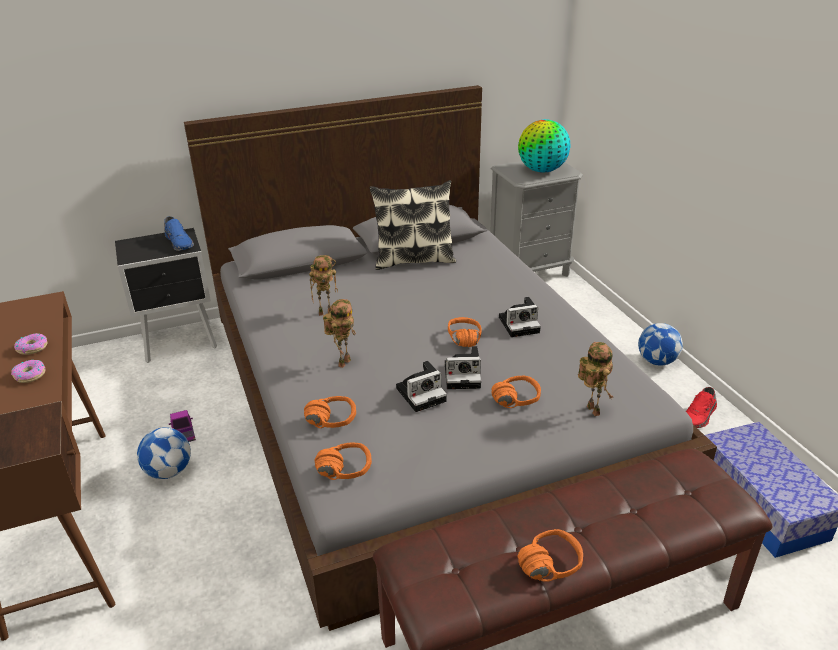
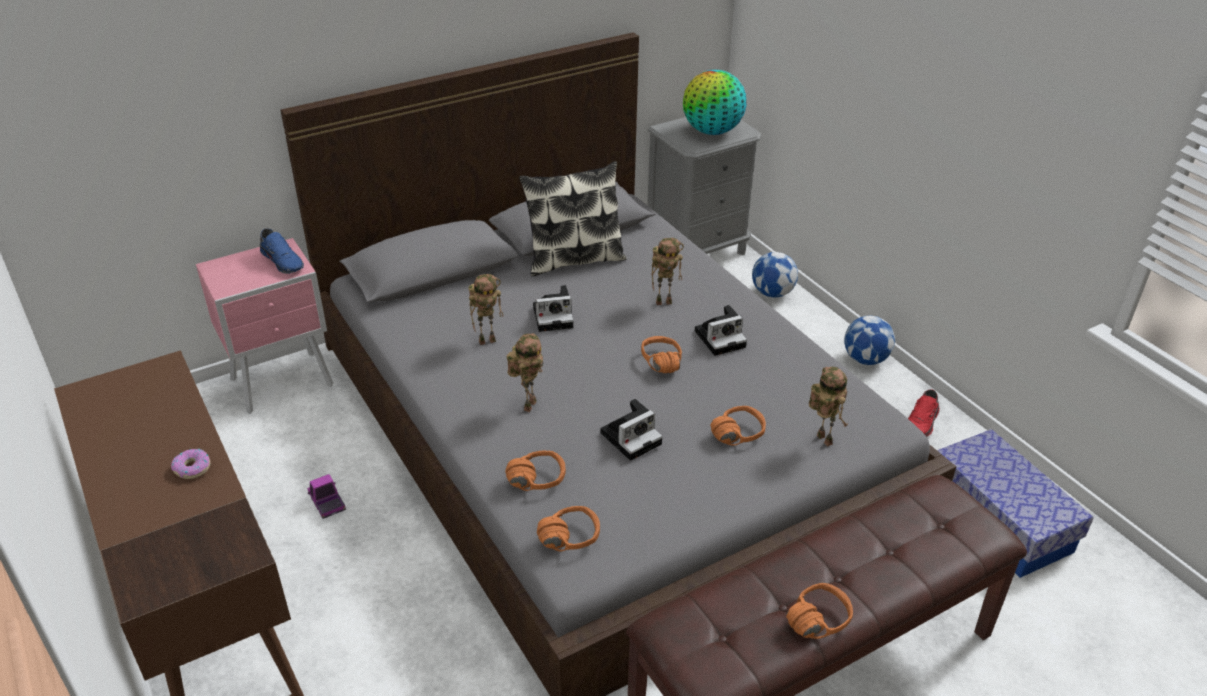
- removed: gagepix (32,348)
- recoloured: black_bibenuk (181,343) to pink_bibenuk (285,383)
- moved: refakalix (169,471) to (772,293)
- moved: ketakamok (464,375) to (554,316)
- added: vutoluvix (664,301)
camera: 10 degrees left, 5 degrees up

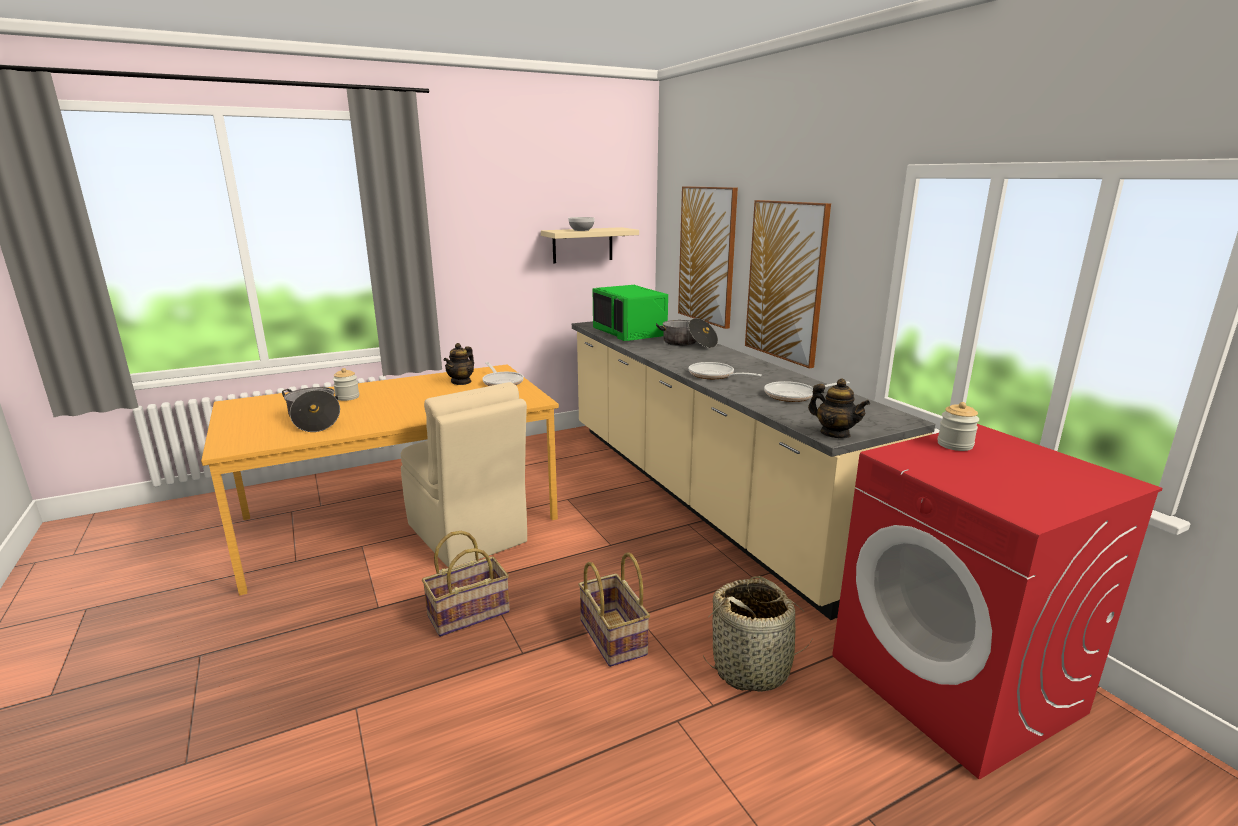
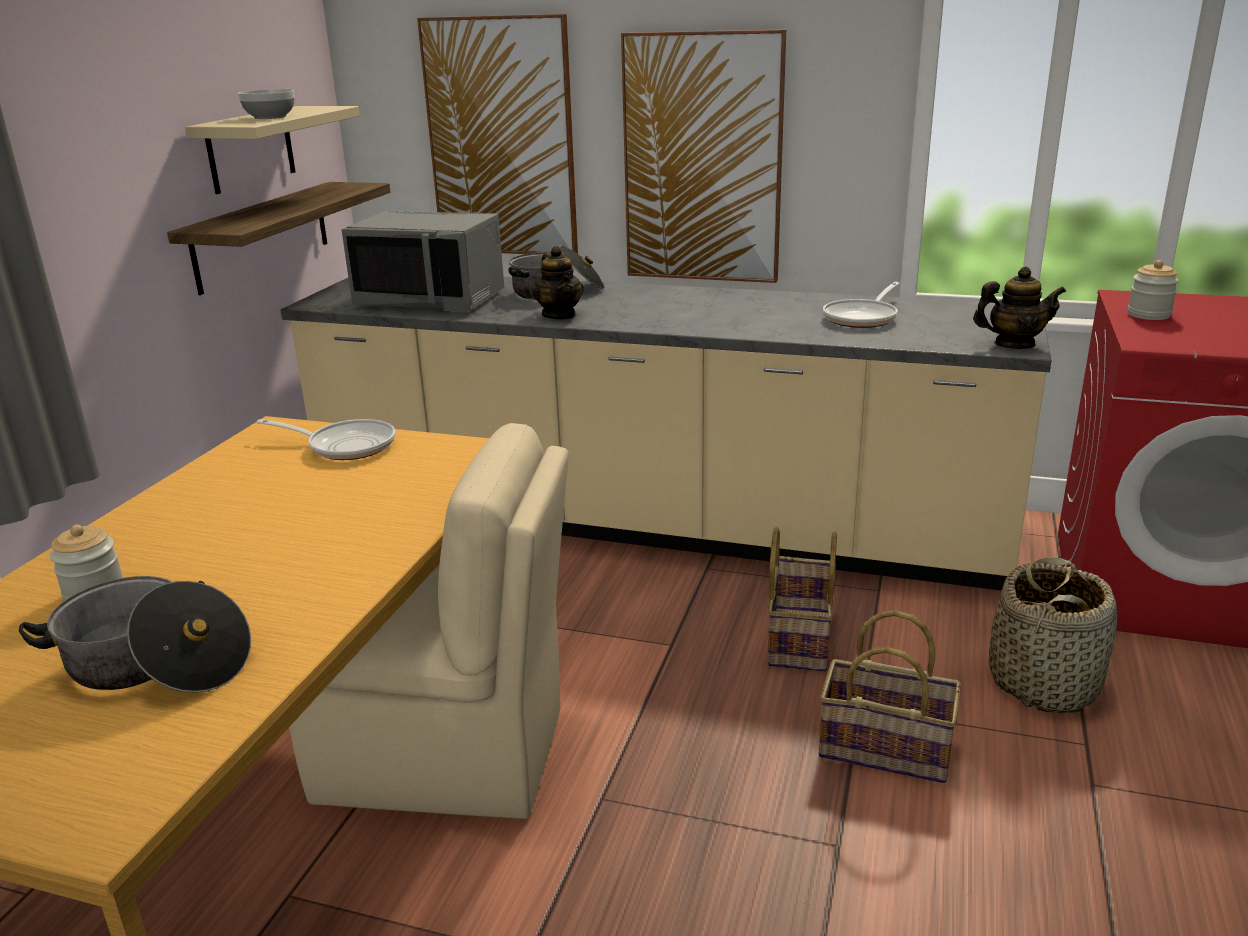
- moved: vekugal (468,613) to (798,638)
- moved: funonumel (461,382) to (559,315)
- recoloured: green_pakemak (630,333) to grey_pakemak (432,299)
- removed: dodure (714,375)
- added: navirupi (262,235)
camera: 45 degrees left, 5 degrees up

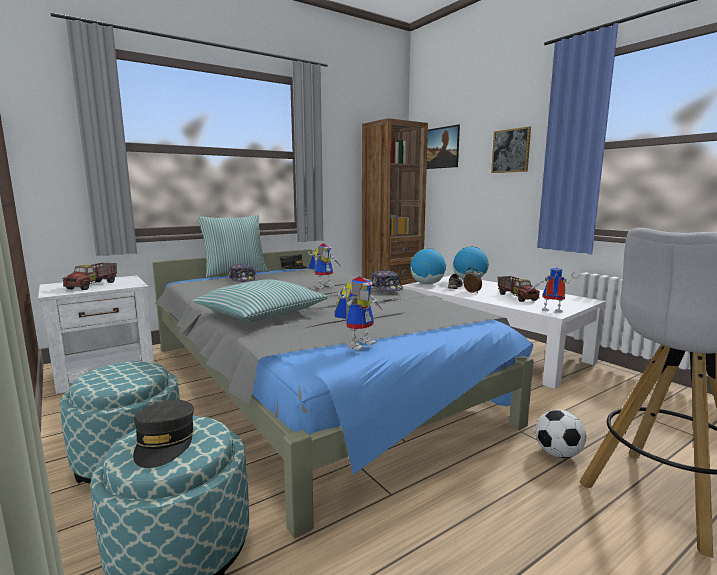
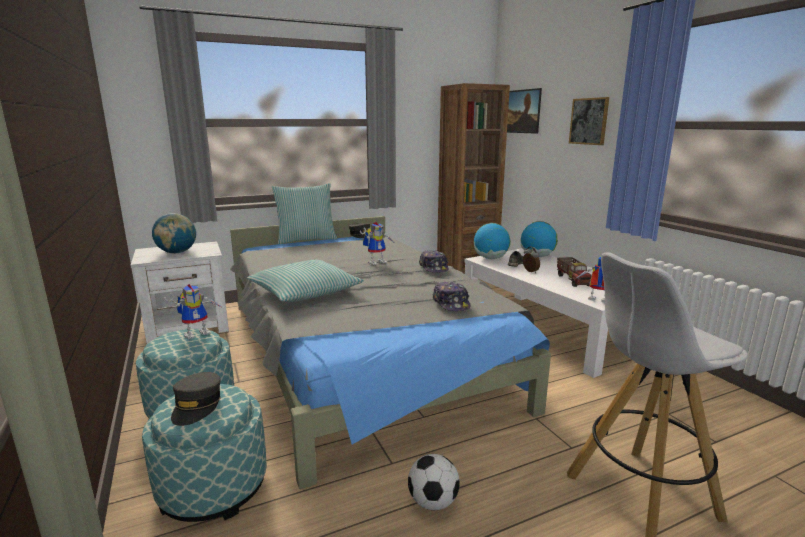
- replaced: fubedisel (93,285) to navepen (177,252)
- moved: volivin (242,279) to (451,303)
- moved: vutoluvix (359,343) to (198,332)
- moved: refakalix (558,454) to (433,502)
camera: 10 degrees right, 5 degrees up

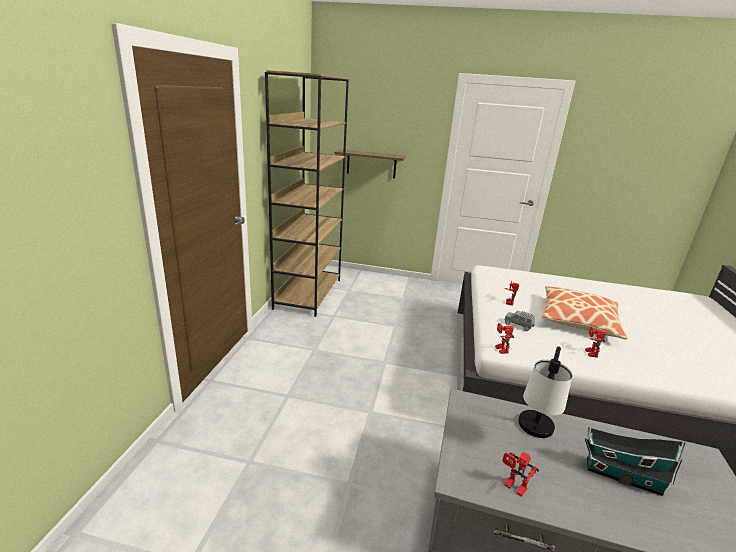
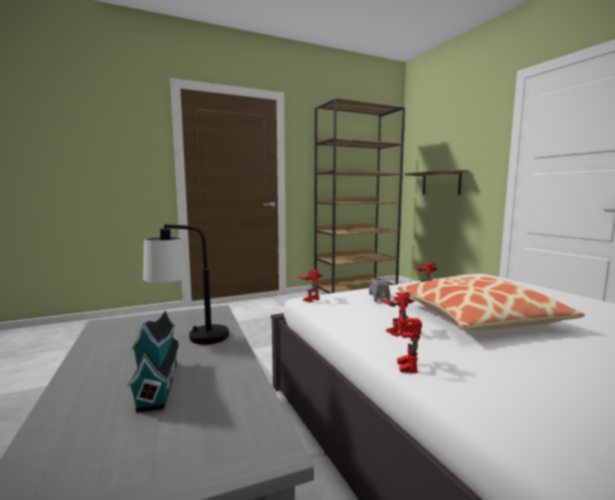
- moved: vutoluvix (512,487) to (403,365)
camera: 55 degrees right, 15 degrees down

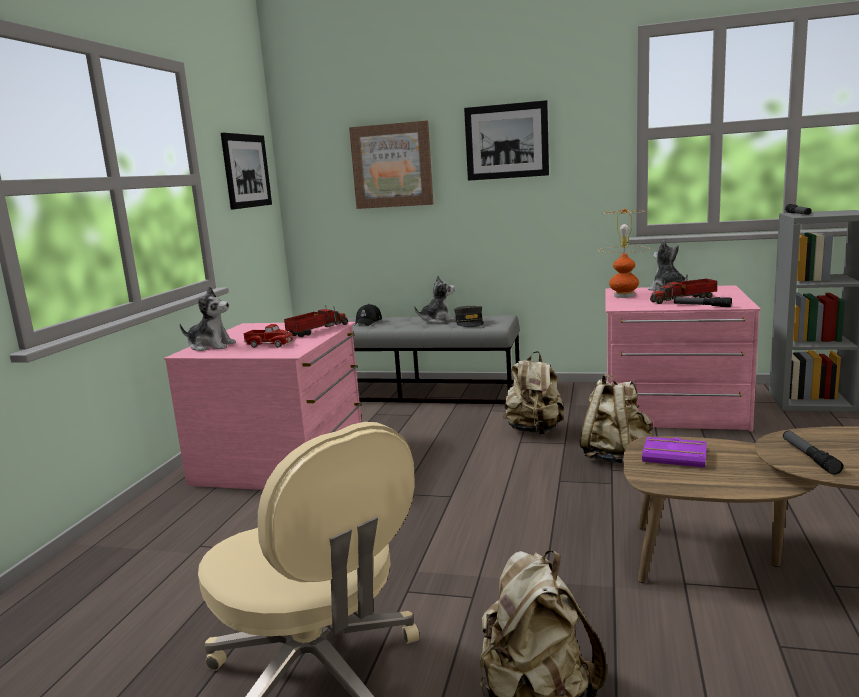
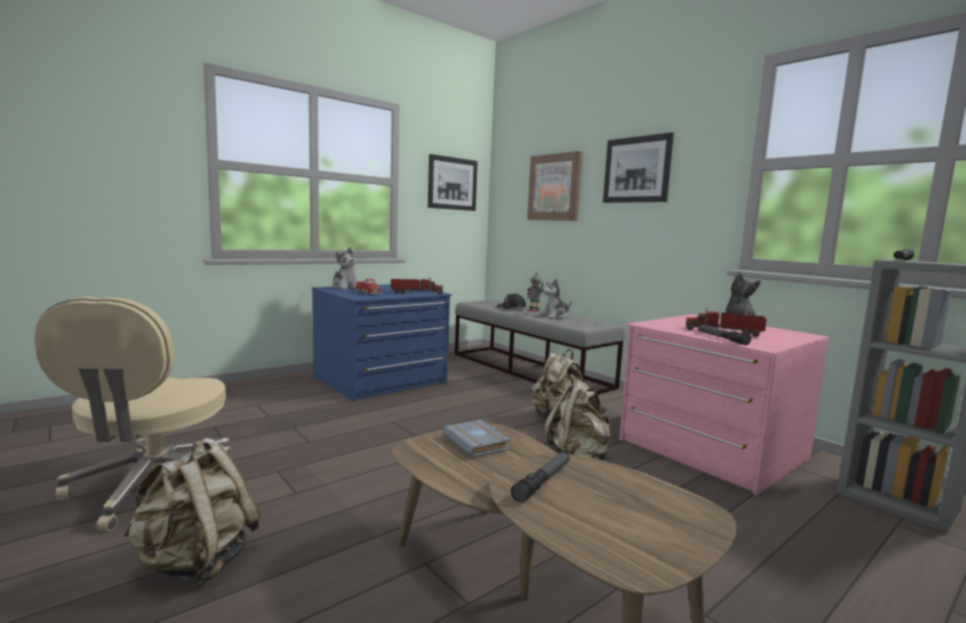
- recoloured: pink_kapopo (283,458) to blue_kapopo (381,380)
- turned: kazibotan (437,320) = (555,316) 135 degrees clockwise
- removed: grey_volivin (470,323)
- removed: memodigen (624,296)
- recoloured: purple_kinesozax (676,456) to grey_kinesozax (478,443)
- added: vutoluvix (533,311)
camera: 35 degrees right, 5 degrees down

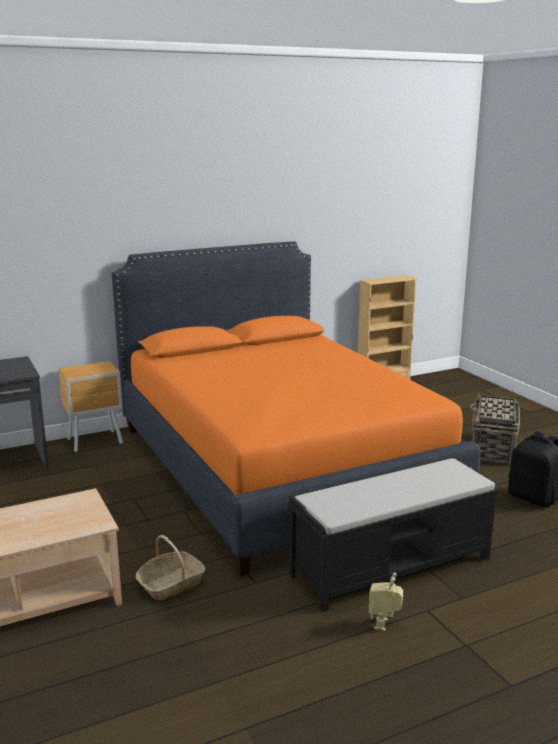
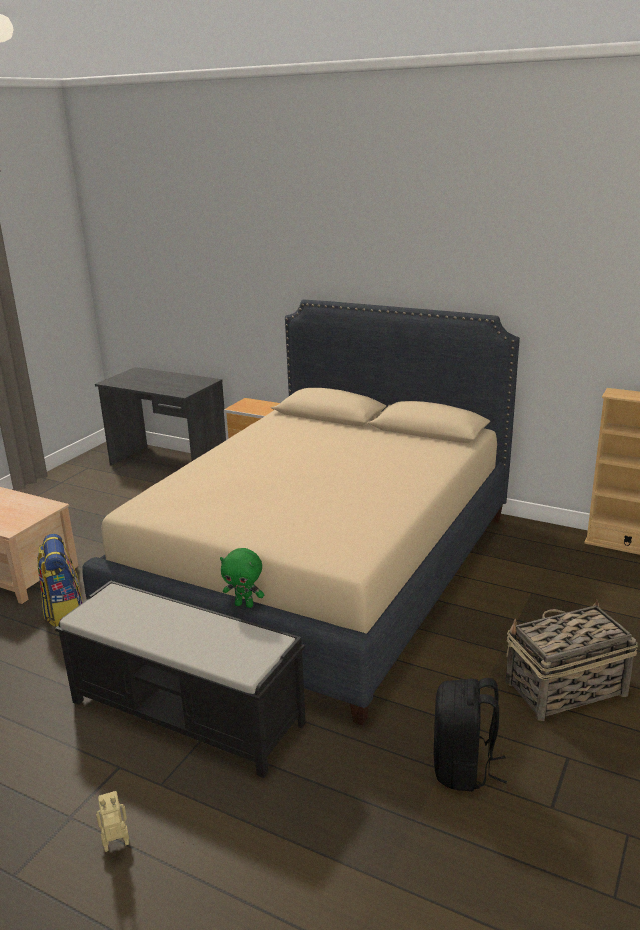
- recoloured: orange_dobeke (279,466) to beige_dobeke (324,570)
- replaced: vekugal (171,584) to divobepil (64,611)
- moved: vutoluvix (384,624) to (116,846)
- added: green_kazibotan (244,605)
camera: 55 degrees right, 5 degrees up

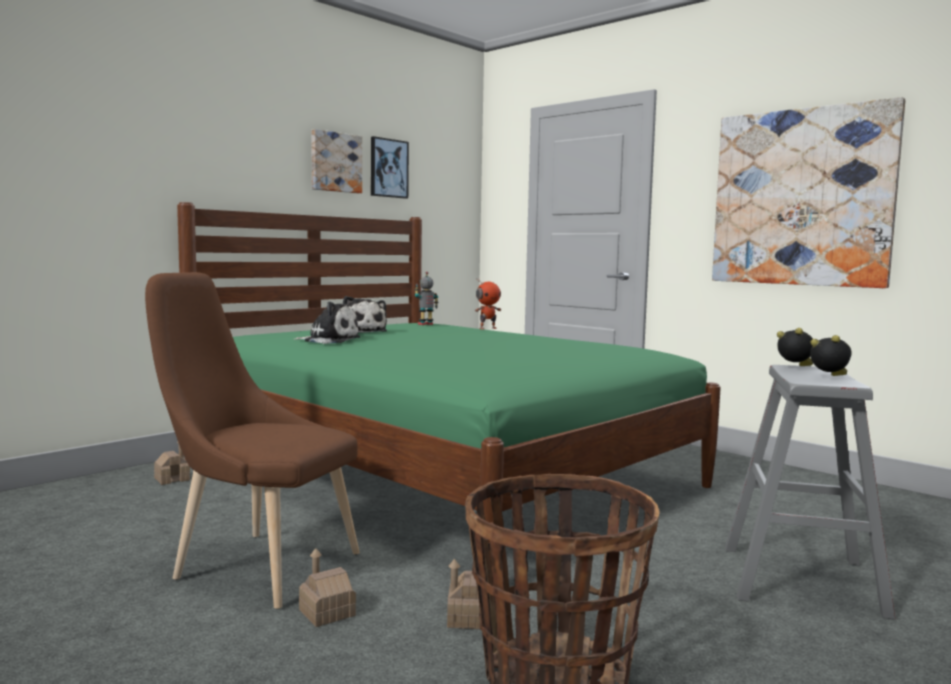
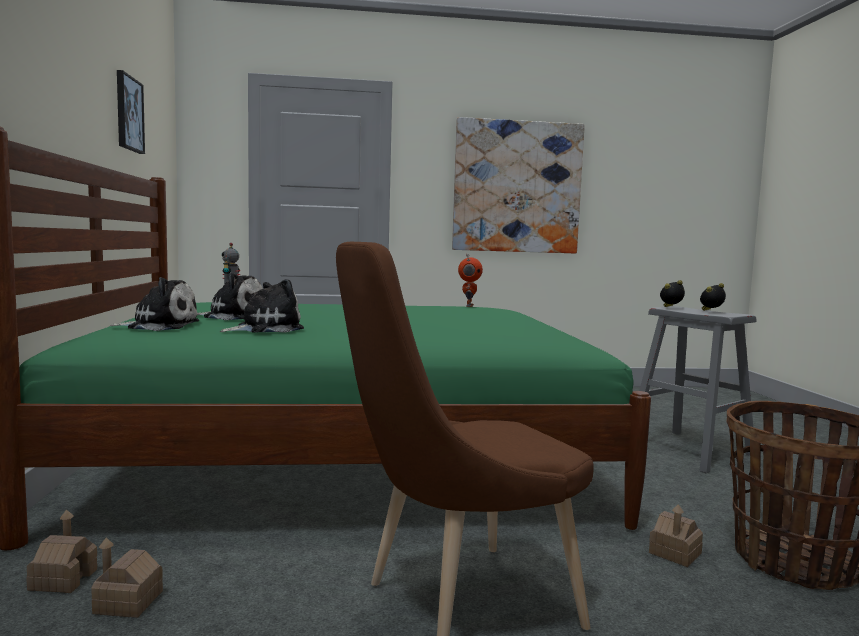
- moved: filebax (327,612) to (128,602)
- removed: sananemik (335,162)
- moved: vutoluvix (487,328) to (468,305)
- added: kazibotan (160,326)
camera: 50 degrees left, 0 degrees up

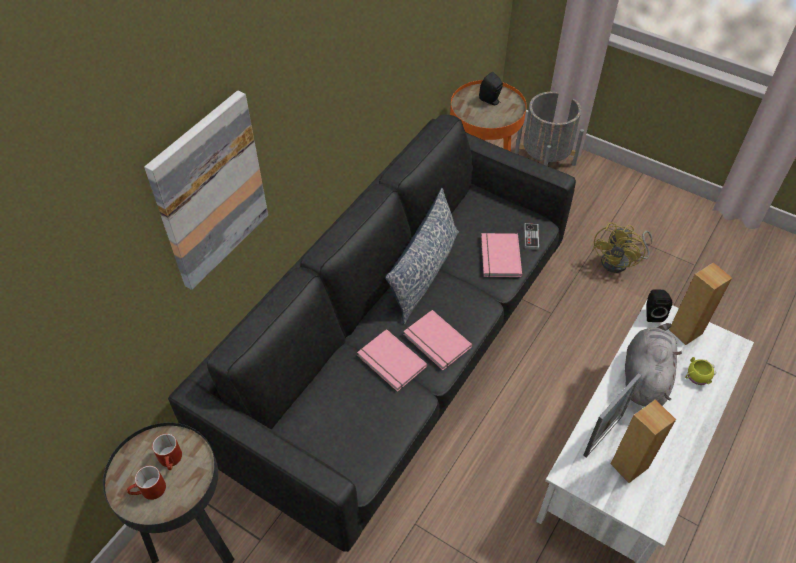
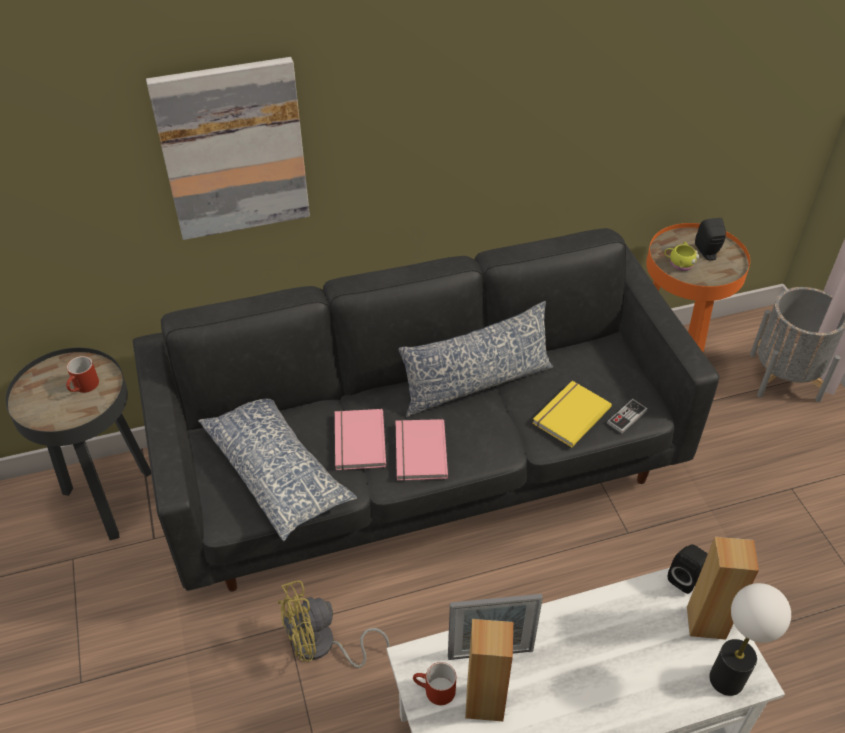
- moved: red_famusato (149,491) to (434,691)
- recoloured: pink_kinesozax (499,257) to yellow_kinesozax (569,415)
- moved: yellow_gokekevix (620,262) to (322,646)
- removed: grey_kazibotan (645,377)
- moved: yellow_famusato (696,377) to (679,264)
- added: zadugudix (277,471)
- added: memodigen (727,680)
camera: 40 degrees right, 5 degrees down

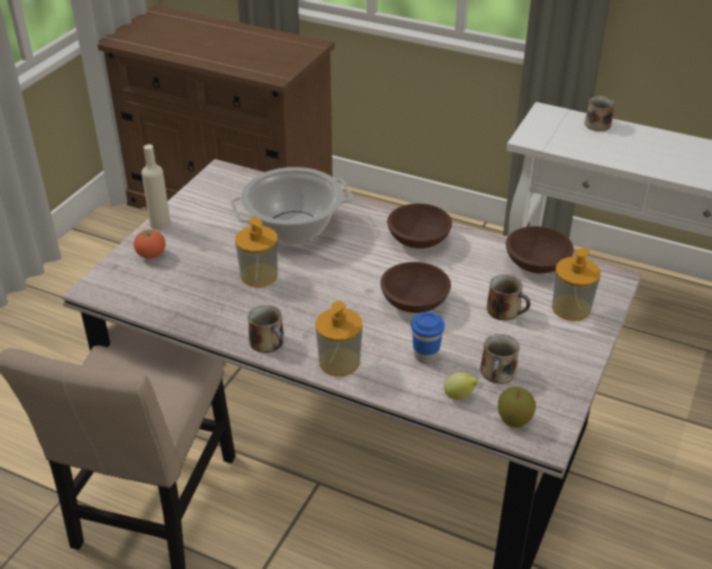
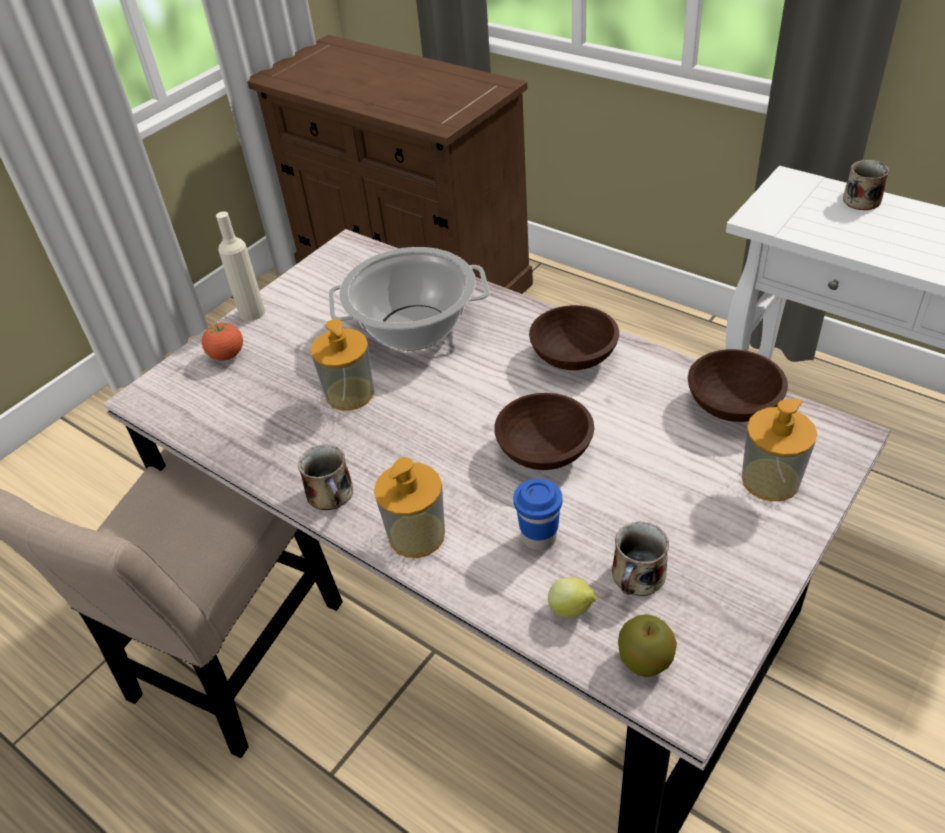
- removed: famusato (505,310)
camera: 15 degrees right, 5 degrees up

